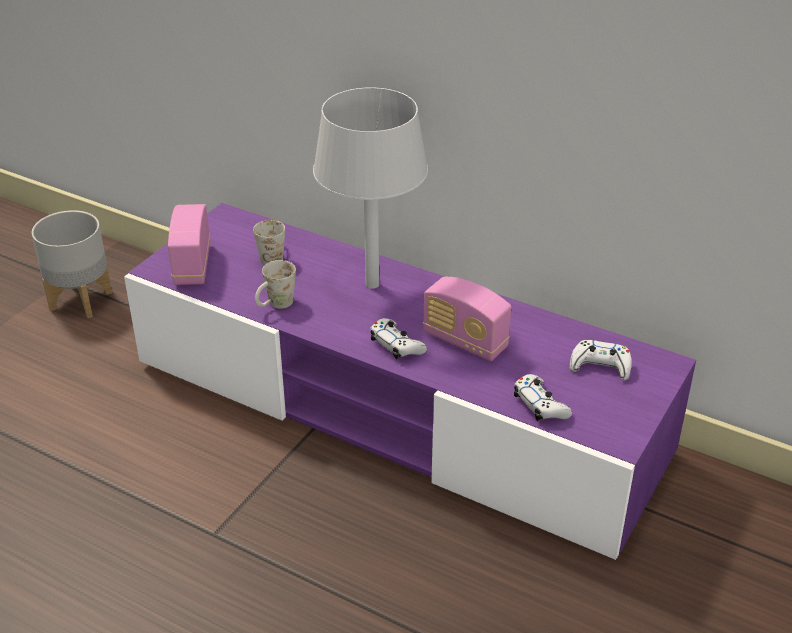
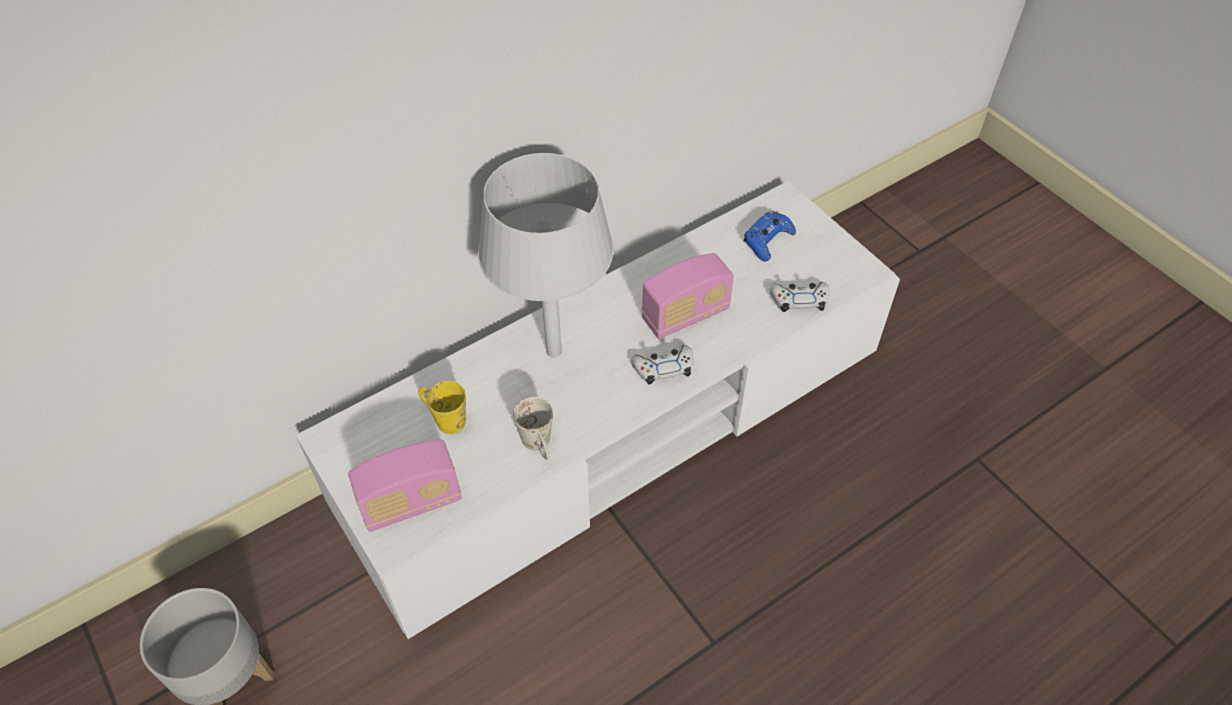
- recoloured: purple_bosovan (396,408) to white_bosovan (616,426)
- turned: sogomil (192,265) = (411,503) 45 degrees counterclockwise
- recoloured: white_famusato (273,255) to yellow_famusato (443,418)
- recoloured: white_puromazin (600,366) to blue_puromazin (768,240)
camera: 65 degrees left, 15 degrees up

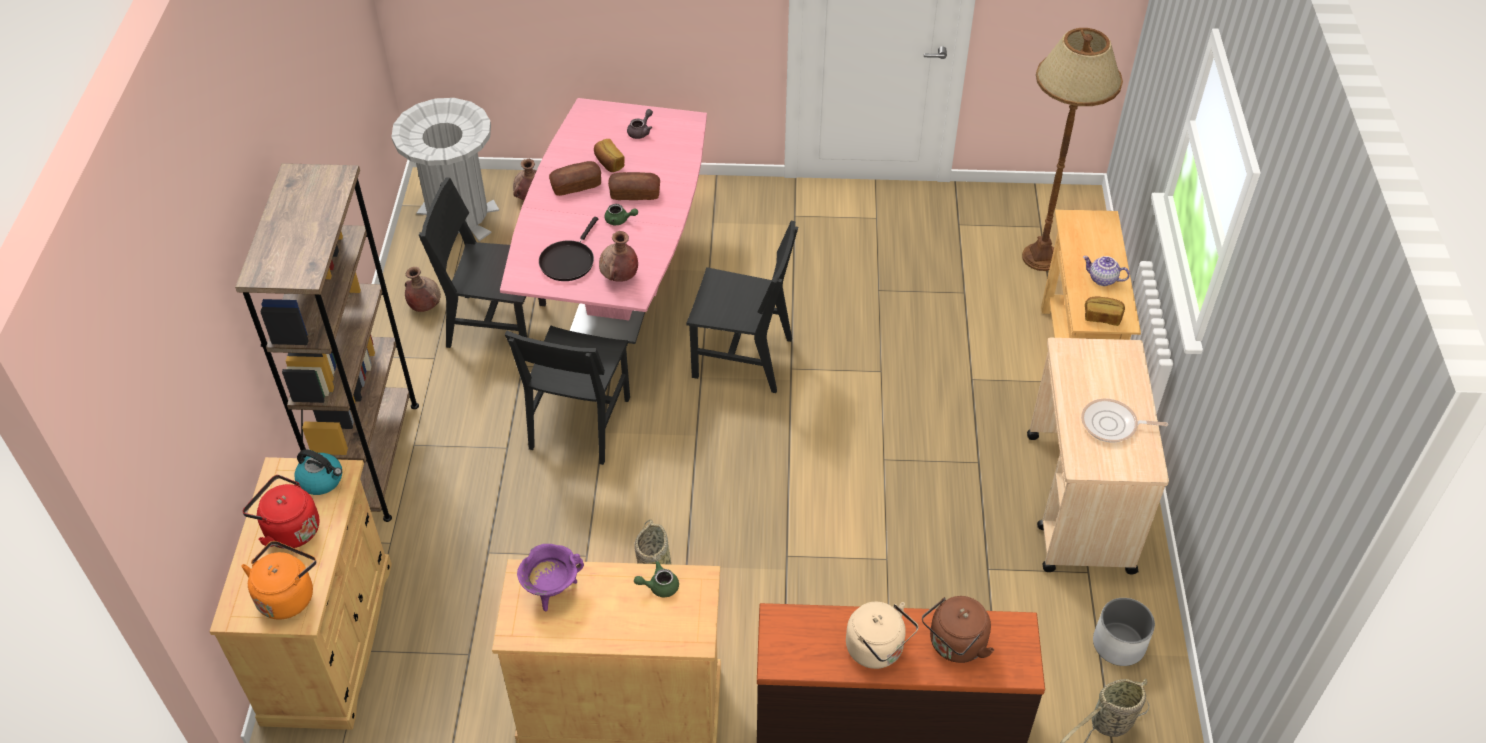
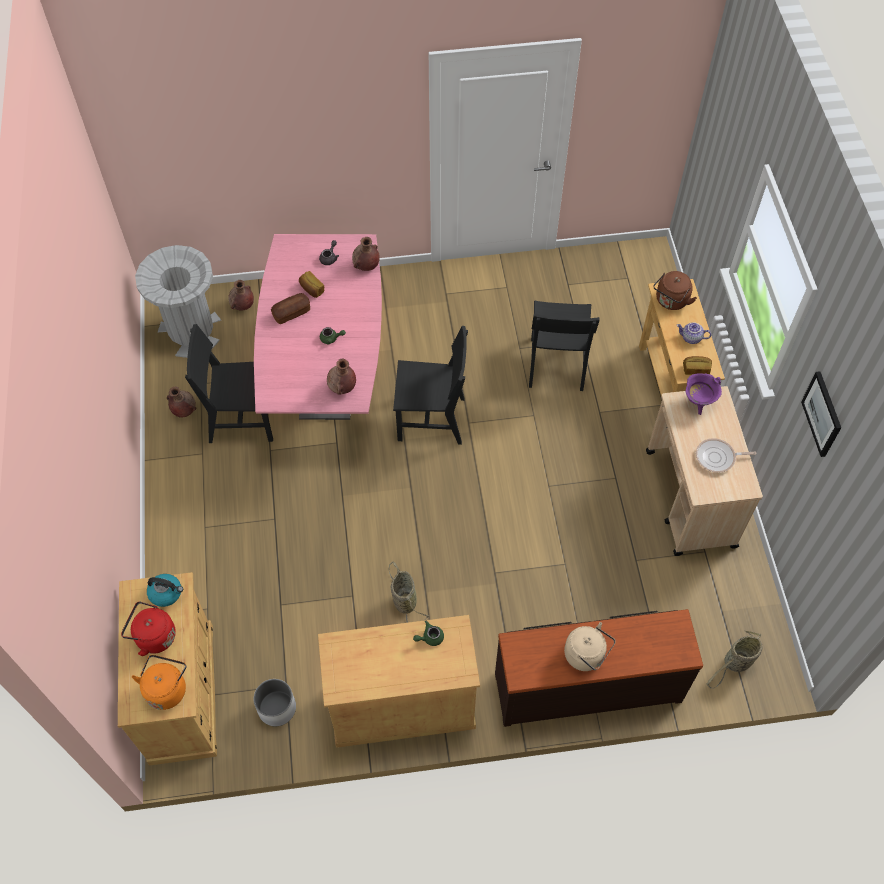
- removed: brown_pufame (372,459)
- moved: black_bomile (579,423) to (556,364)
- moved: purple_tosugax (552,590) to (698,402)
- removed: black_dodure (568,261)
- removed: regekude (635,194)
- moved: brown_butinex (955,645) to (671,301)
- removed: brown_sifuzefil (1040,257)
- moved: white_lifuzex (1118,644) to (276,708)
- added: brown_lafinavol (366,266)
- added: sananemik (822,414)
camera: 10 degrees left, 10 degrees up

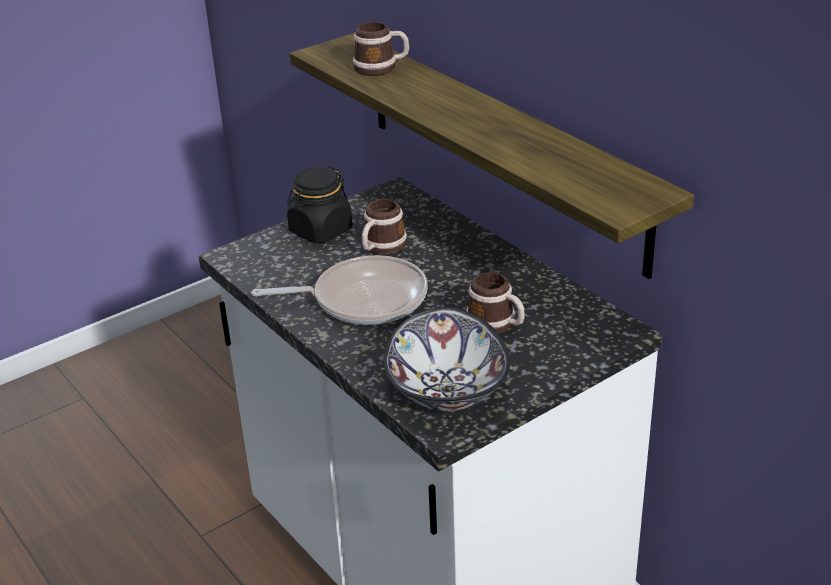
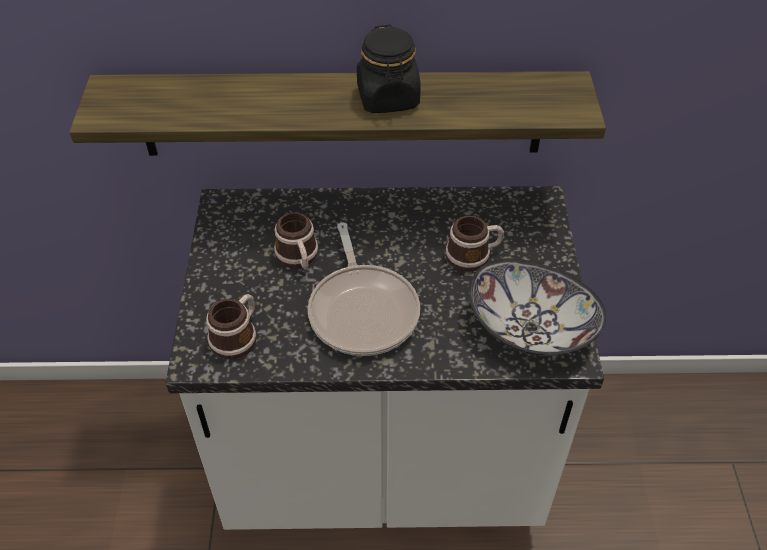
- turned: dodure (363,299) = (363,310) 135 degrees clockwise
- moved: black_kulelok (320,231) to (388,98)
- moved: famusato (381,67) to (237,336)
camera: 55 degrees left, 15 degrees up

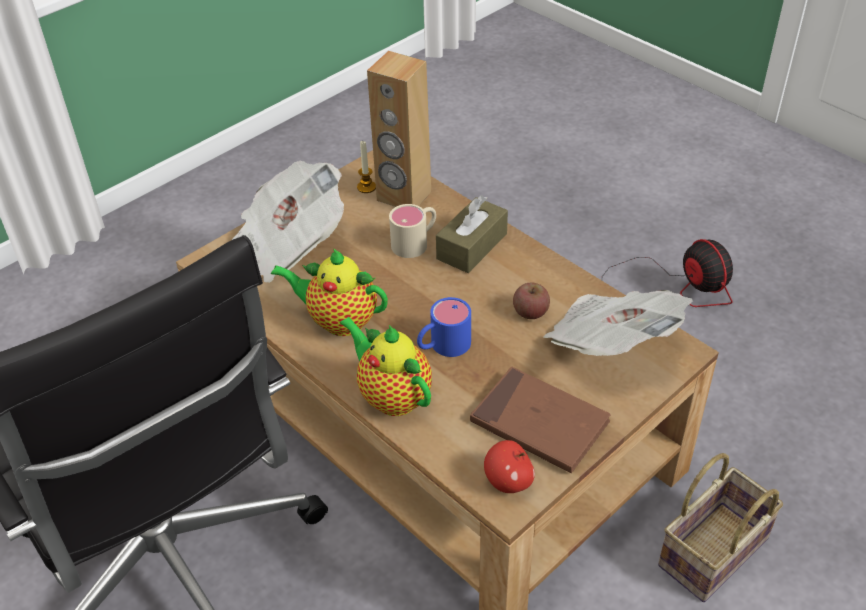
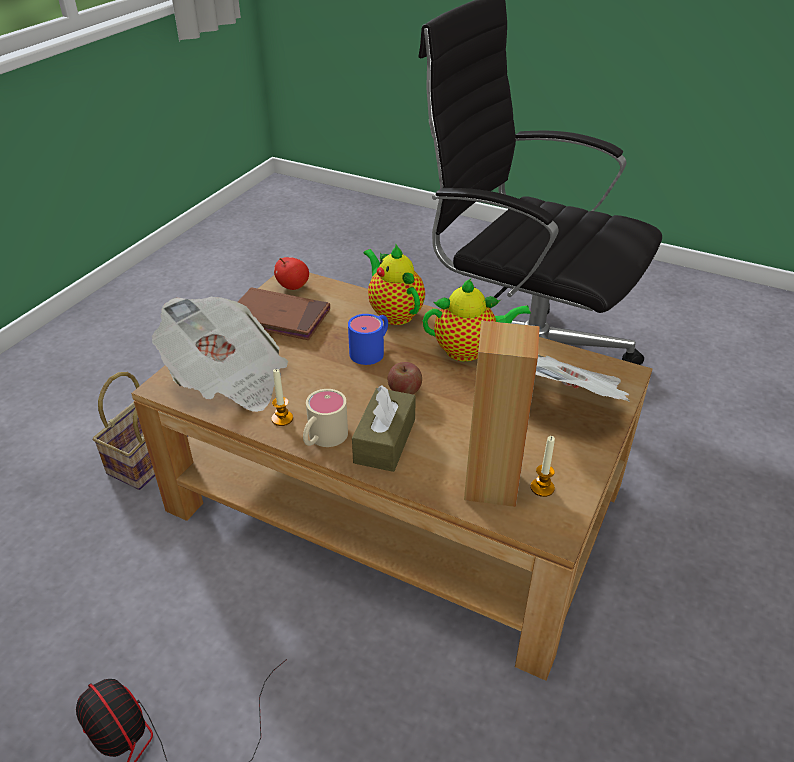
- turned: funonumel (392,396) = (394,313) 150 degrees counterclockwise
- moved: beige_famusato (415,242) to (323,439)
- moved: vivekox (530,312) to (404,390)
- added: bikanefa (282,418)
camera: 160 degrees right, 5 degrees down

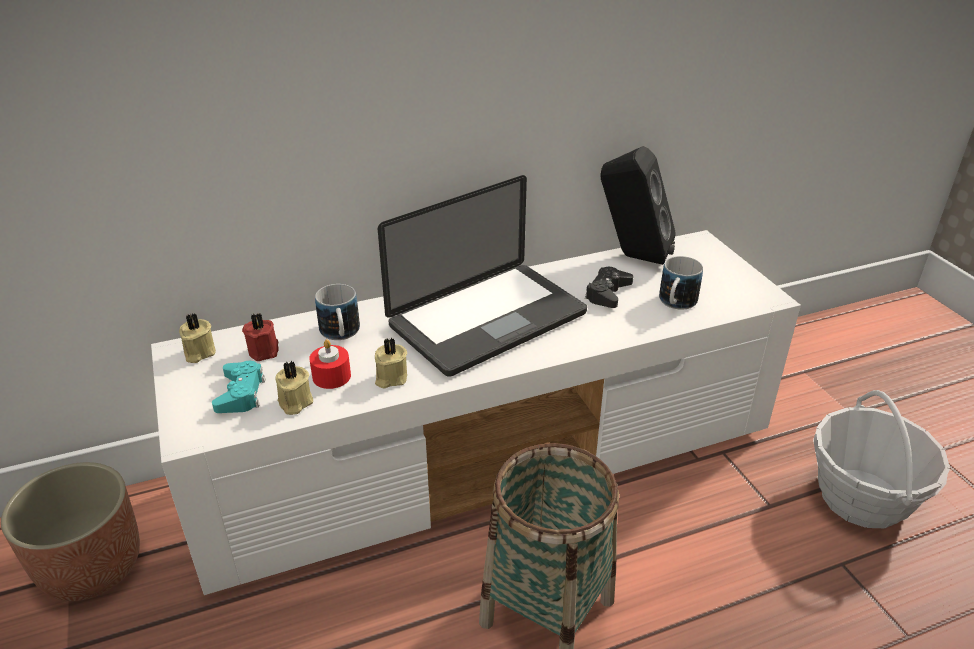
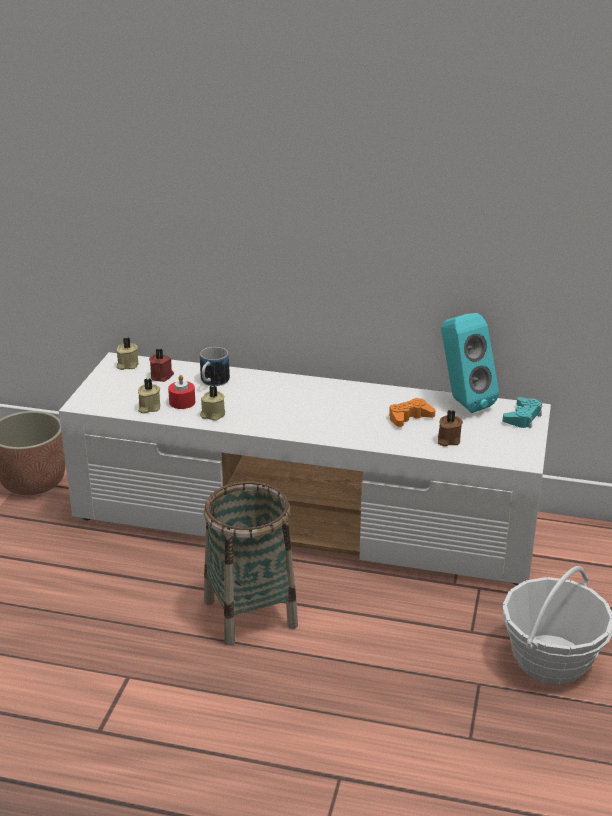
- moved: turquoise_puromazin (241,393) to (522,417)
- removed: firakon (487,320)
- recoloured: black_puromazin (607,293) to orange_puromazin (409,418)
- recoloured: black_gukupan (632,256) to turquoise_gukupan (462,402)
- replaced: famusato (675,304) to brown_bikanefa (447,440)
camera: 35 degrees right, 5 degrees down

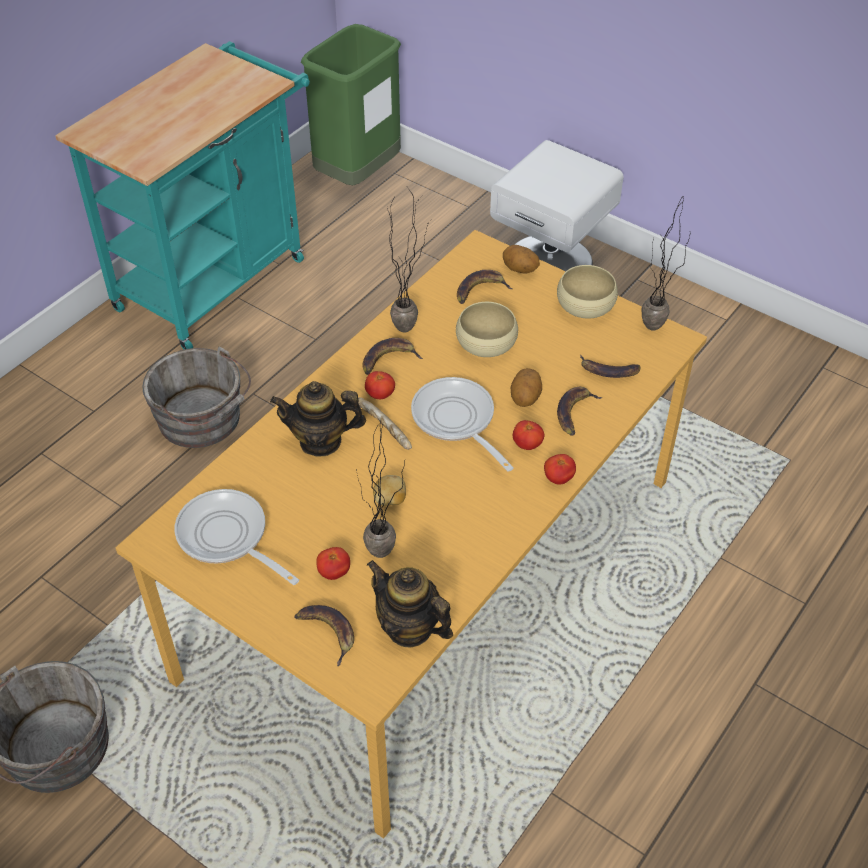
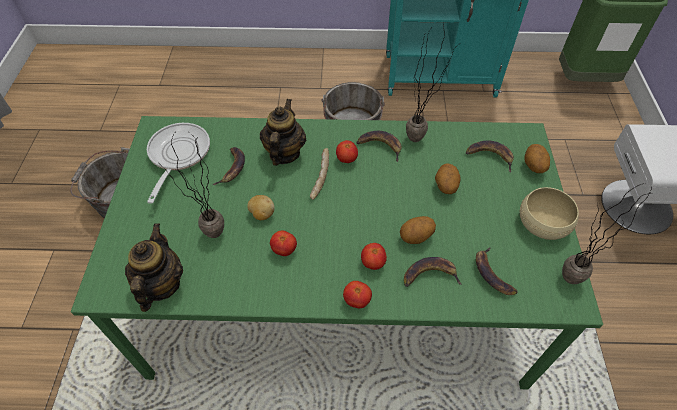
- recoloured: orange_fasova (435,578) to green_fasova (337,296)
- turned: funonumel (321,441) = (284,153) 45 degrees clockwise
- moved: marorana (328,632) to (232,168)
- moved: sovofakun (334,572) to (284,250)
- removed: dodure (456,421)
- replaced: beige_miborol (486,343) to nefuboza (445,186)
camera: 55 degrees right, 5 degrees up

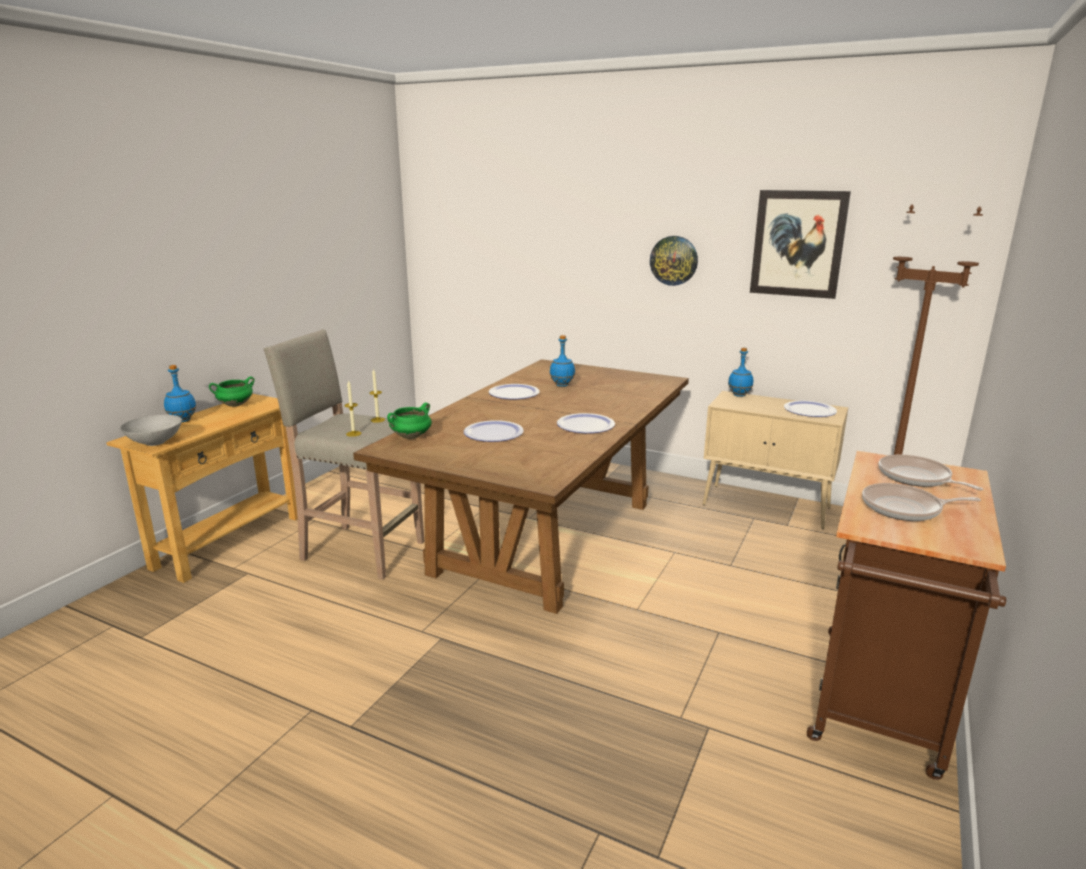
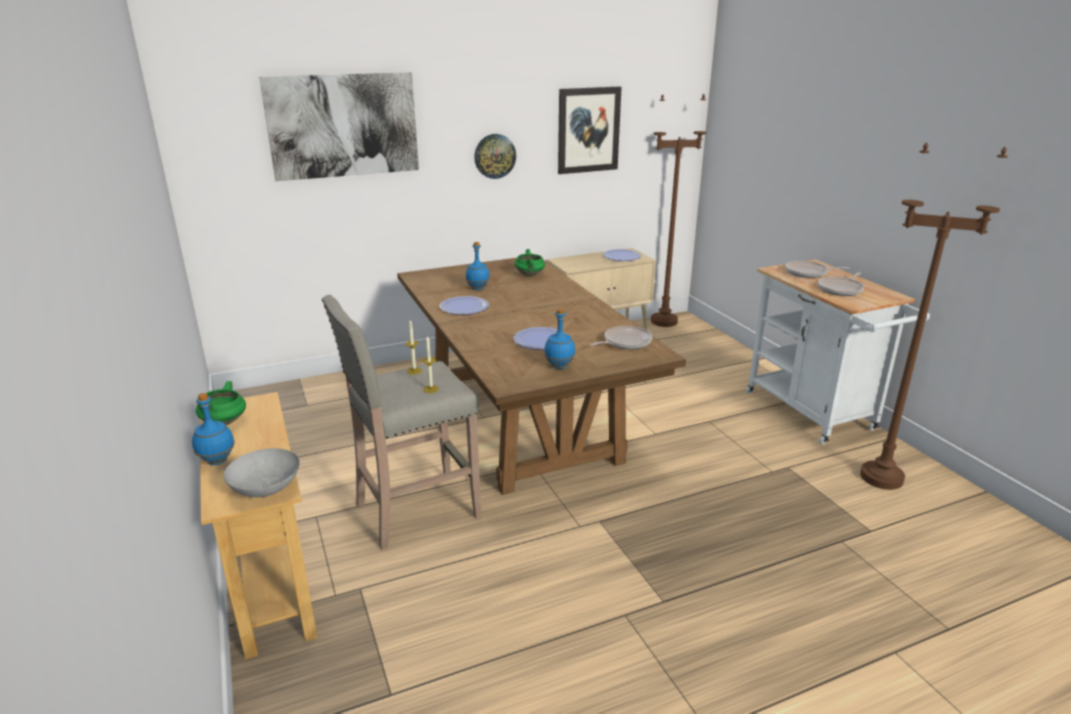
- moved: green_tosugax (411,437) to (530,275)
- removed: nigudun (585,425)
- moved: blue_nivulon (739,395) to (559,366)
- recoloured: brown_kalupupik (879,708) to white_kalupupik (815,414)
- added: sananemik (343,126)
- added: dodure (625,342)
- added: brown_sifuzefil (881,477)
camera: 50 degrees left, 5 degrees up

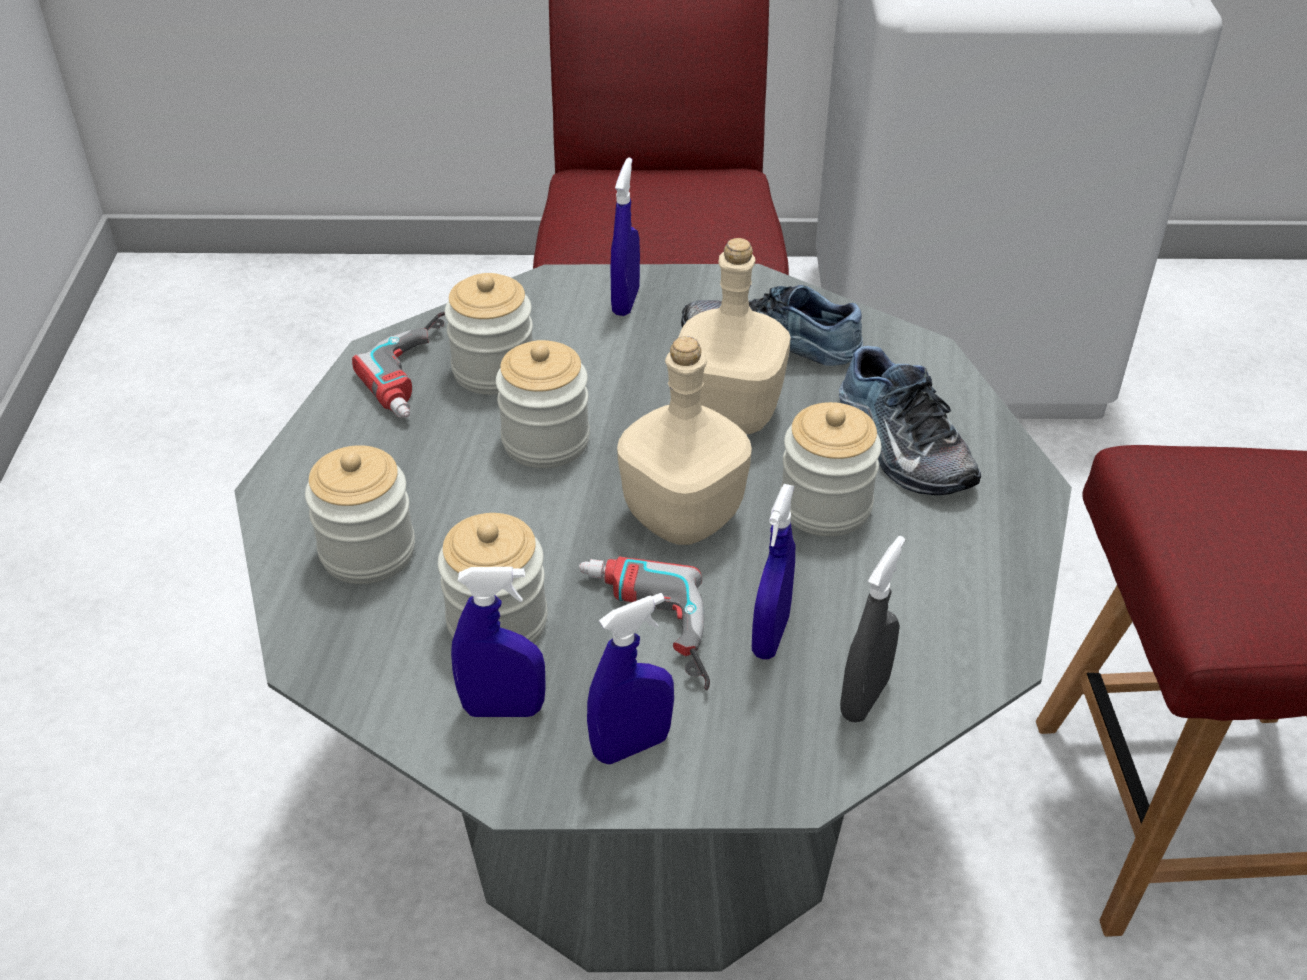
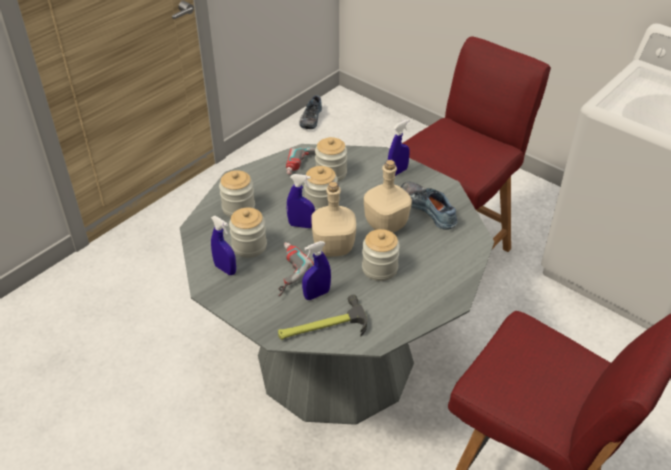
- moved: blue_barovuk (631,746) to (301,225)
- moved: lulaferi (899,445) to (310,118)
- replaced: grey_barovuk (864,697) to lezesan (321,327)
camera: 40 degrees right, 0 degrees up

